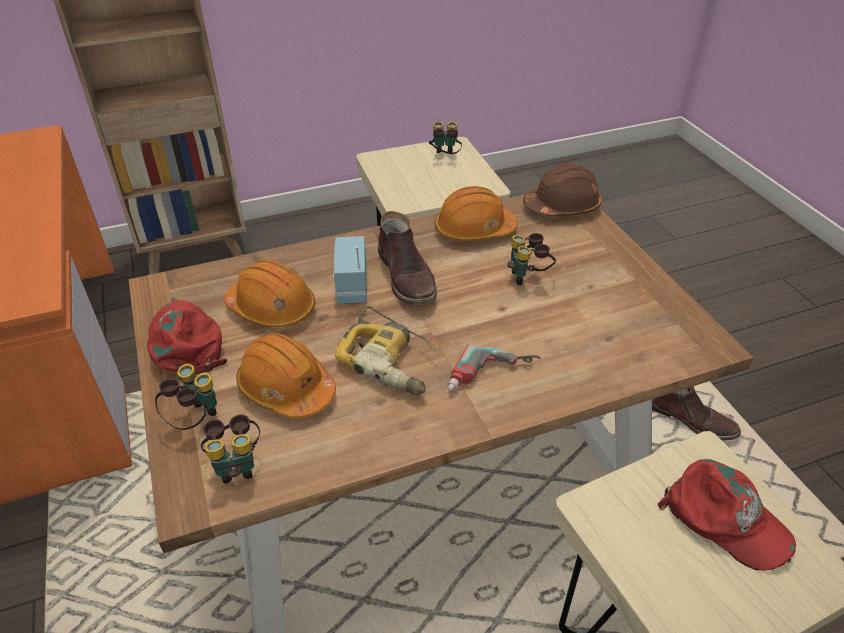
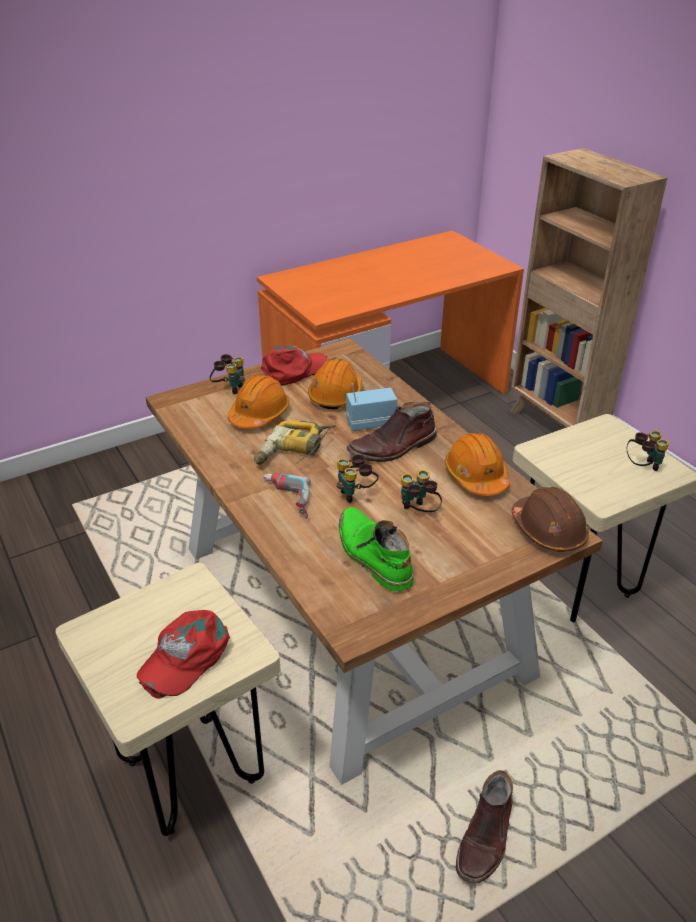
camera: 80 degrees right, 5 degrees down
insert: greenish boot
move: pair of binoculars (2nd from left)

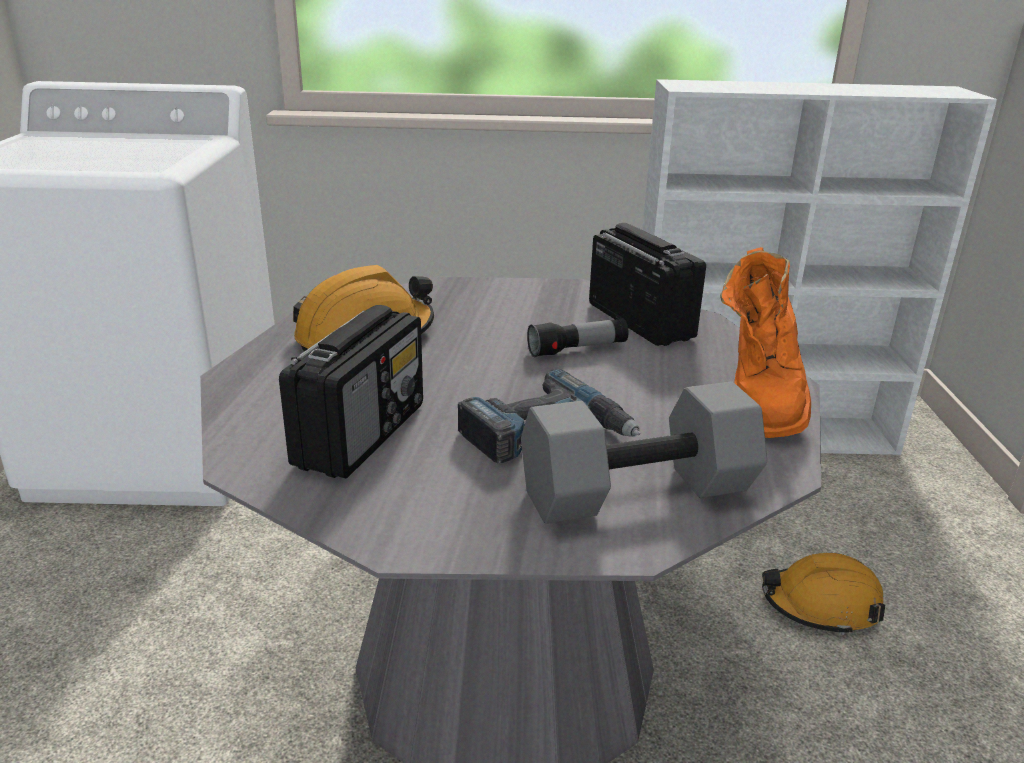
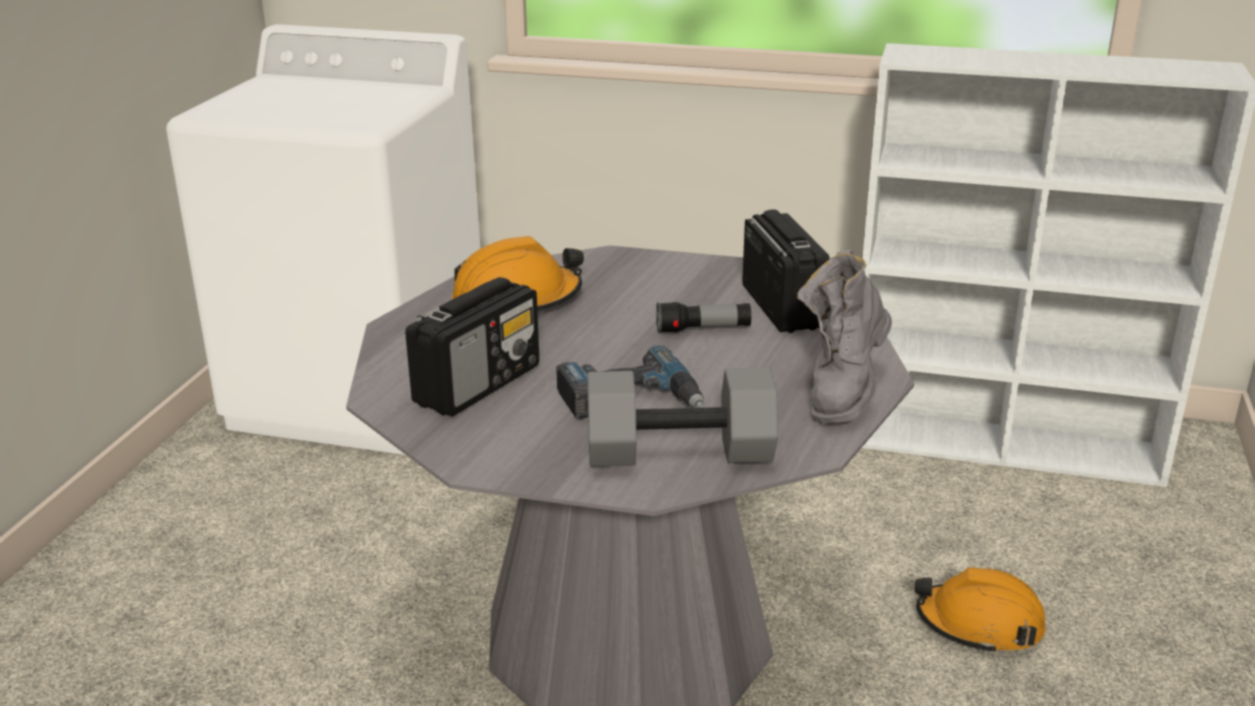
camera: 15 degrees right, 0 degrees up
recolor: orangey boot to greyish boot

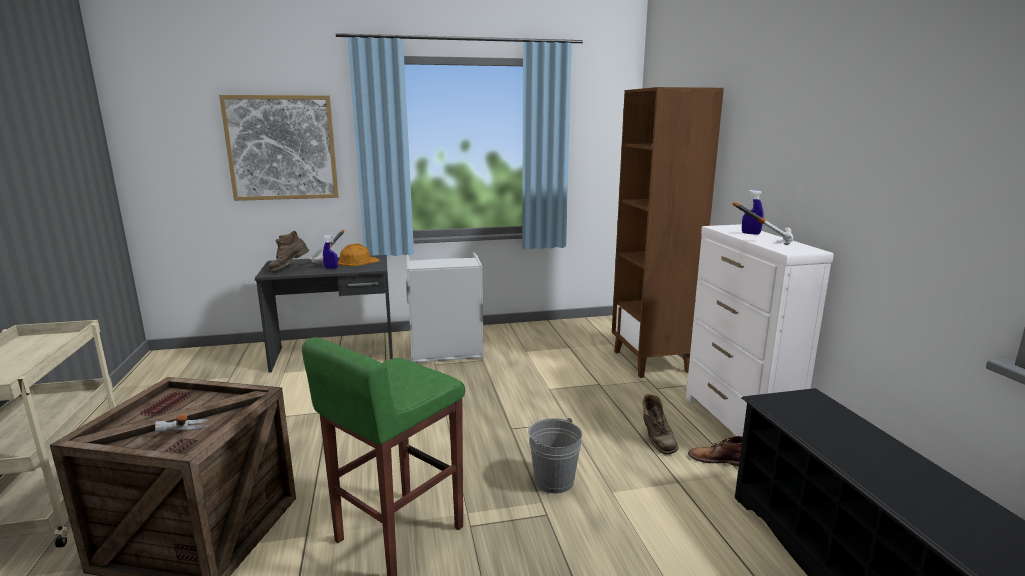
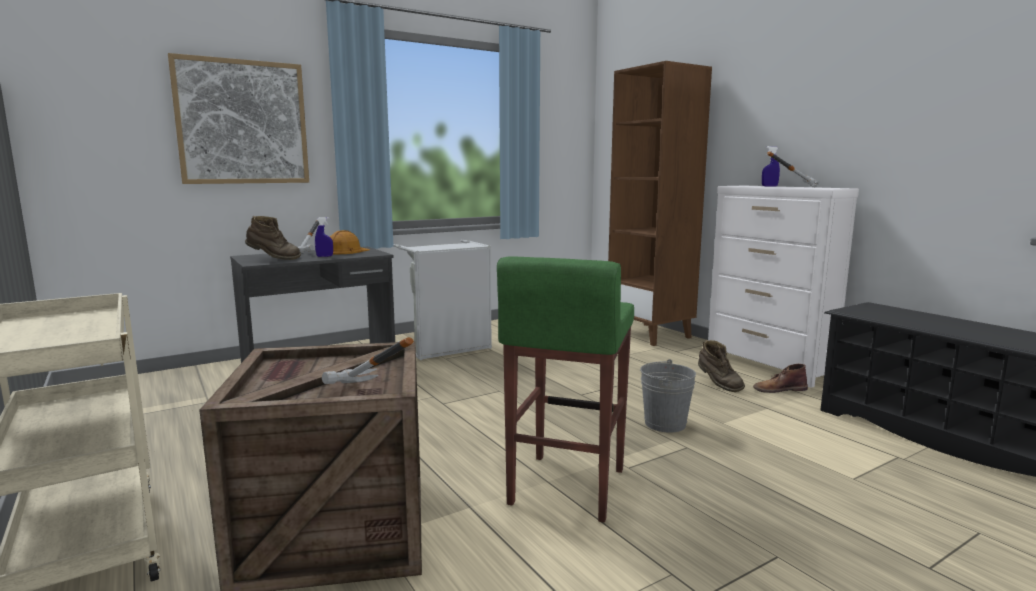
camera: 20 degrees left, 5 degrees down
rotate: brown-coloured boot (1st from left) 120 degrees counterclockwise

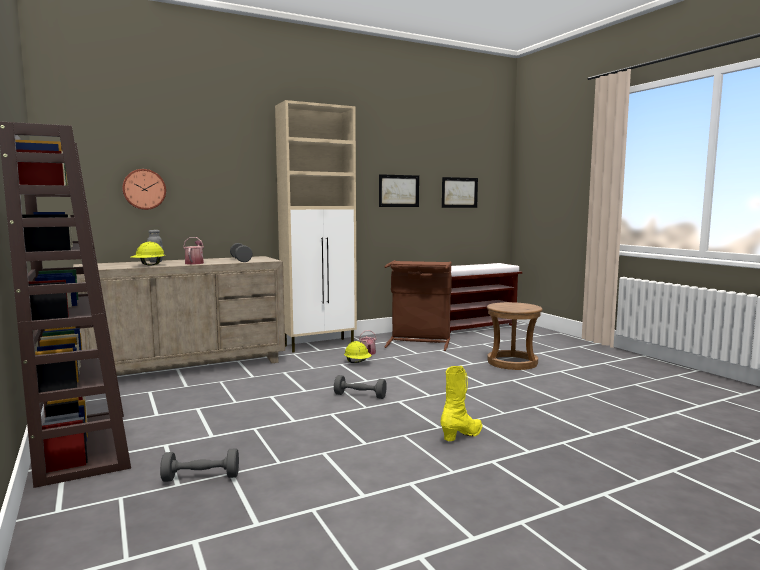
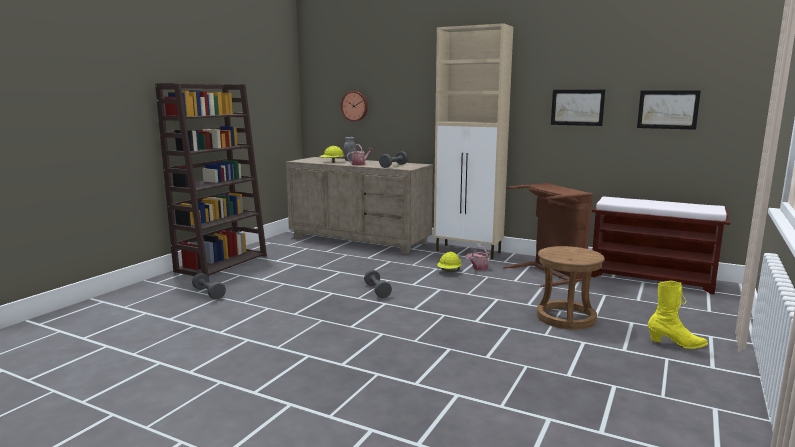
camera: 55 degrees right, 5 degrees up
move: yellow-coloured boot

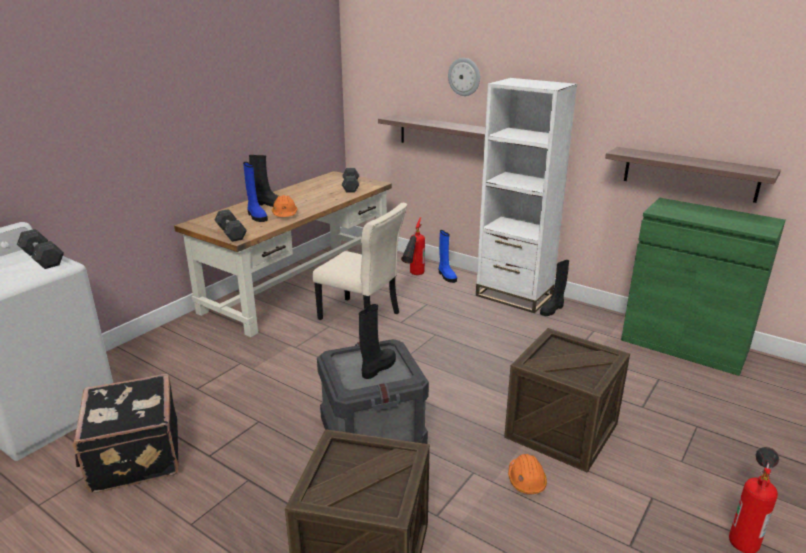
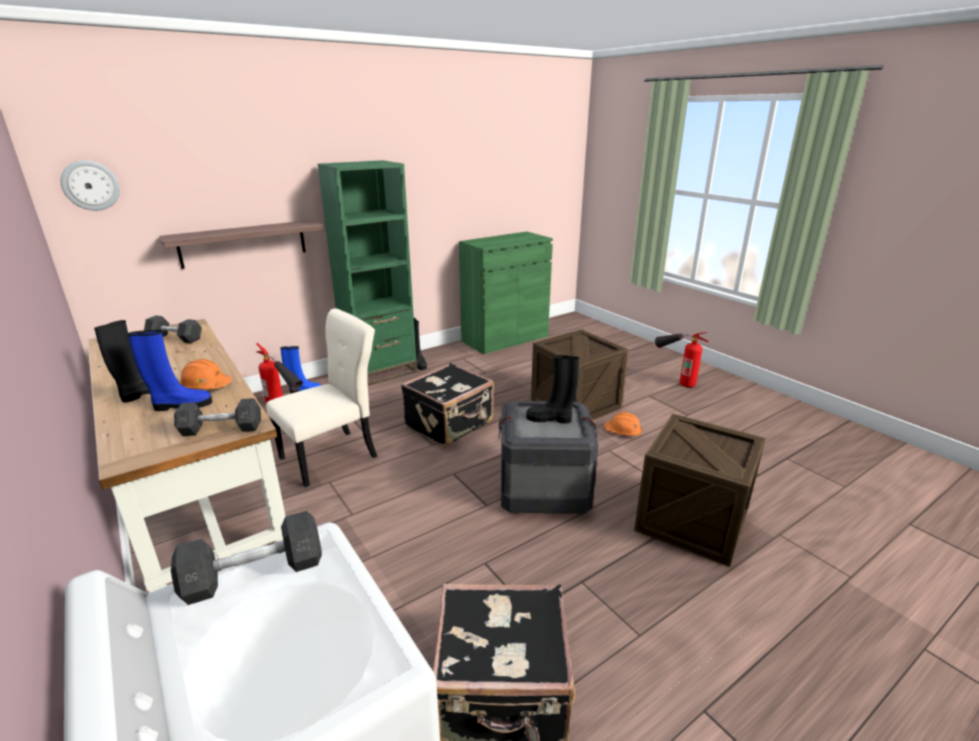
camera: 70 degrees left, 0 degrees up
delete: wall shelf (2nd from left)
insert: black-coloured piece of luggage (1st from left)
move: wall clock
recolor: white shelving unit to greenish shelving unit
rotate: black-coloured boot (2nd from left in the first image) 45 degrees counterclockwise

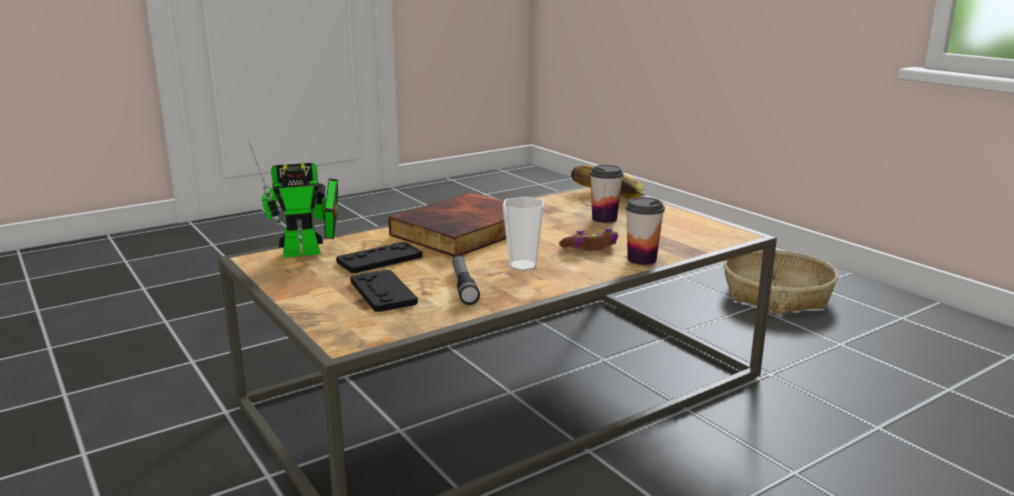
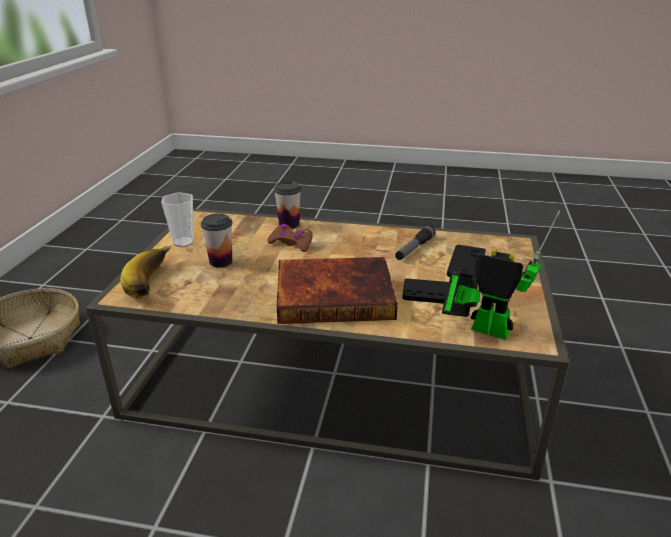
camera: 135 degrees left, 10 degrees up
move: small cup (1st from left)

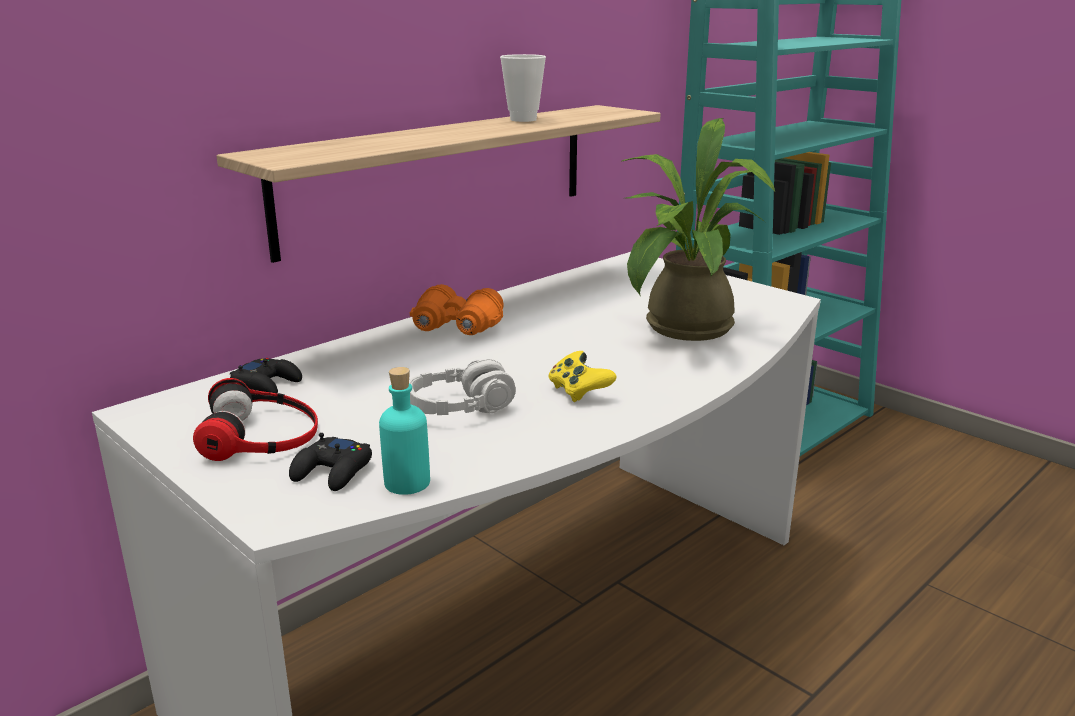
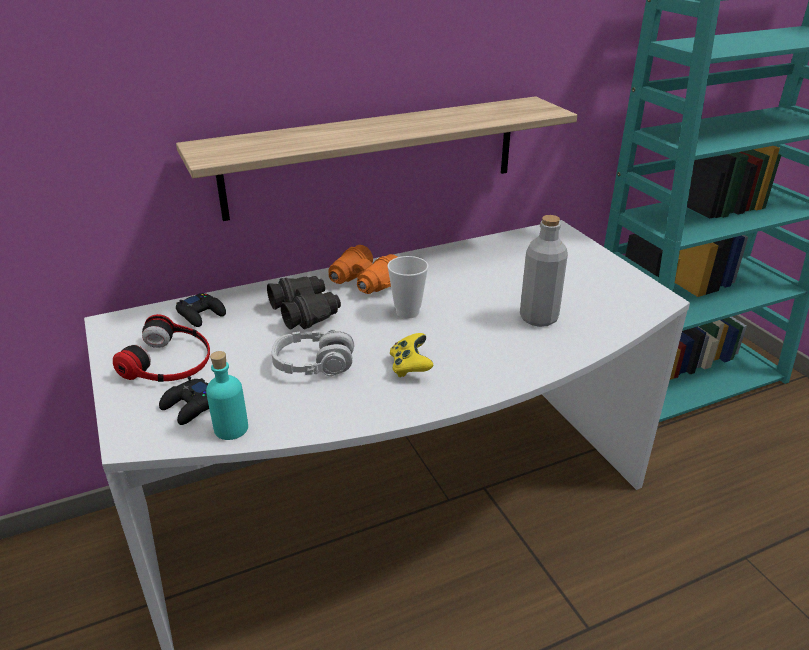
camera: 20 degrees right, 10 degrees up
insert: black-coloured pair of binoculars
move: small cup
replace: plant in a pot to greyish beverage bottle

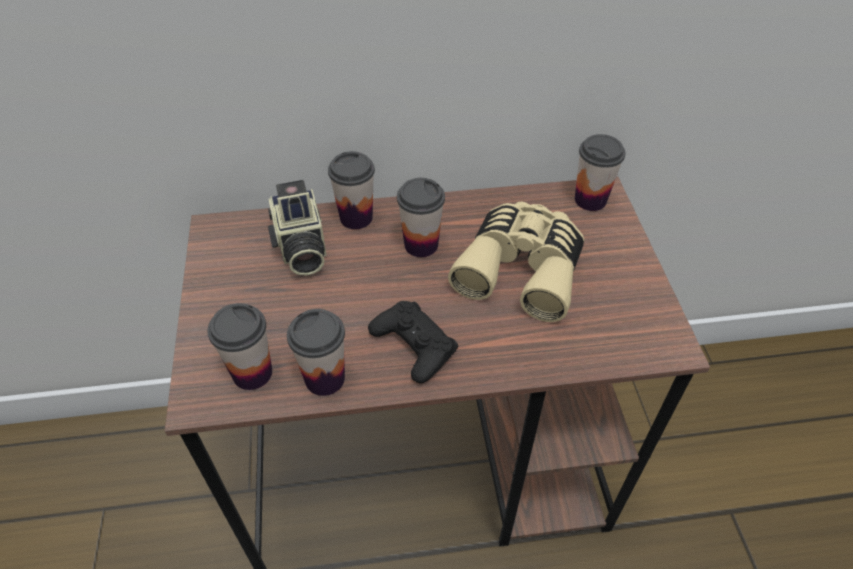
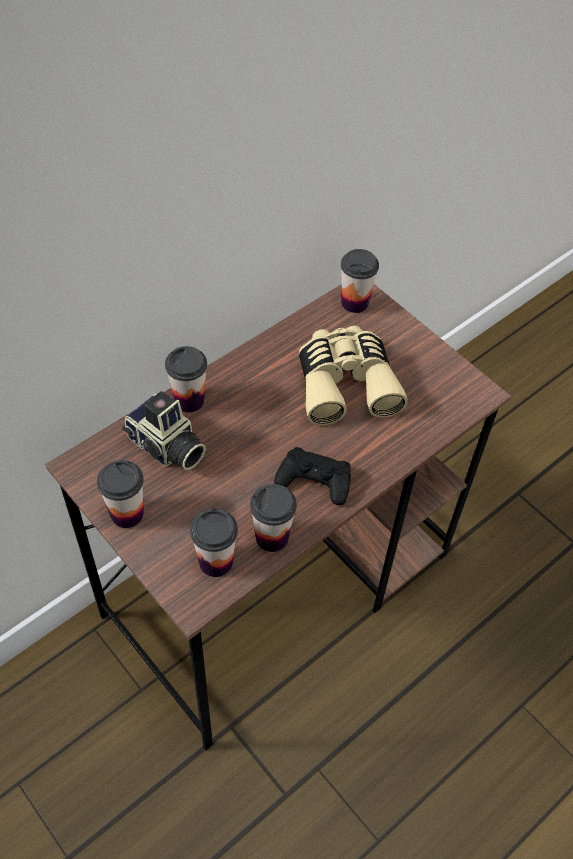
camera: 35 degrees left, 5 degrees up
move: small cup (4th from left in the first image) to small cup (1st from left)

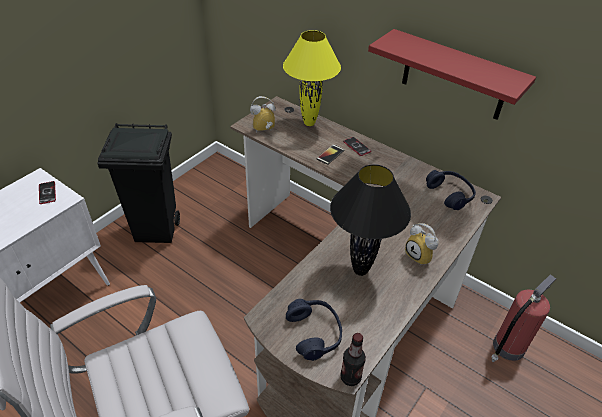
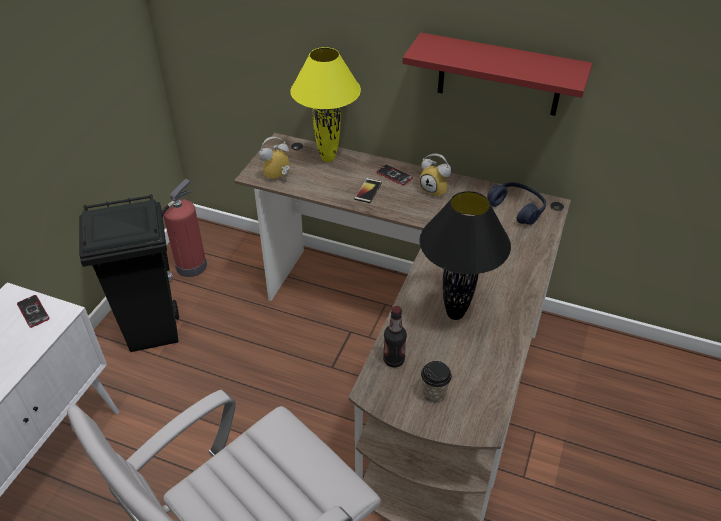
camera: 15 degrees left, 0 degrees up
move: beverage bottle; bedside clock (2nd from left); fire extinguisher
replace: blue-coloured pair of headphones (1st from left) to small cup

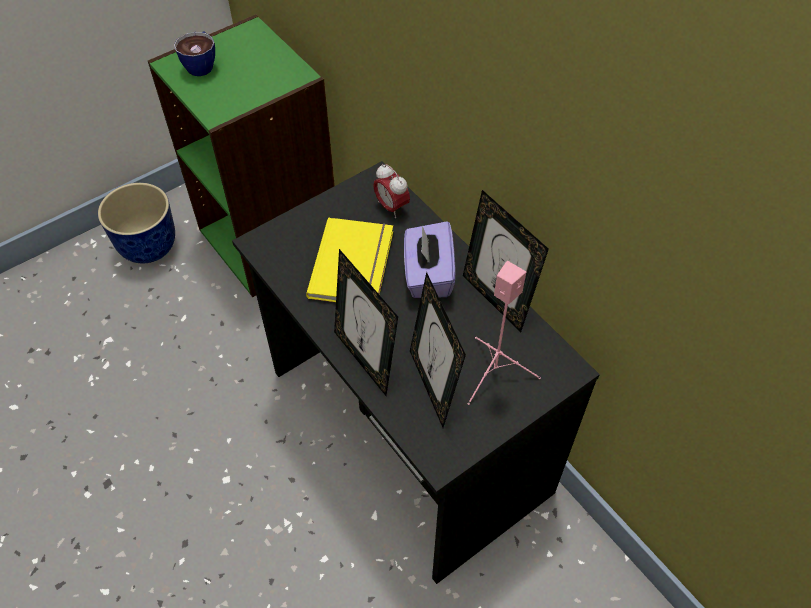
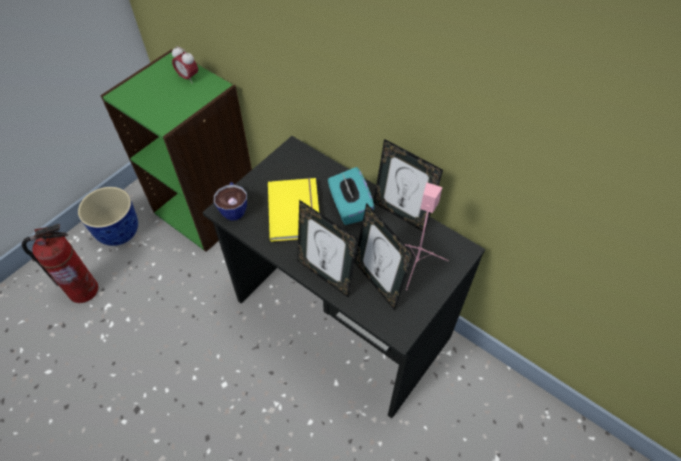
camera: 15 degrees left, 0 degrees up
insert: fire extinguisher
move: small cup; bedside clock
recolor: purple tissue holder to turquoise-coloured tissue holder

